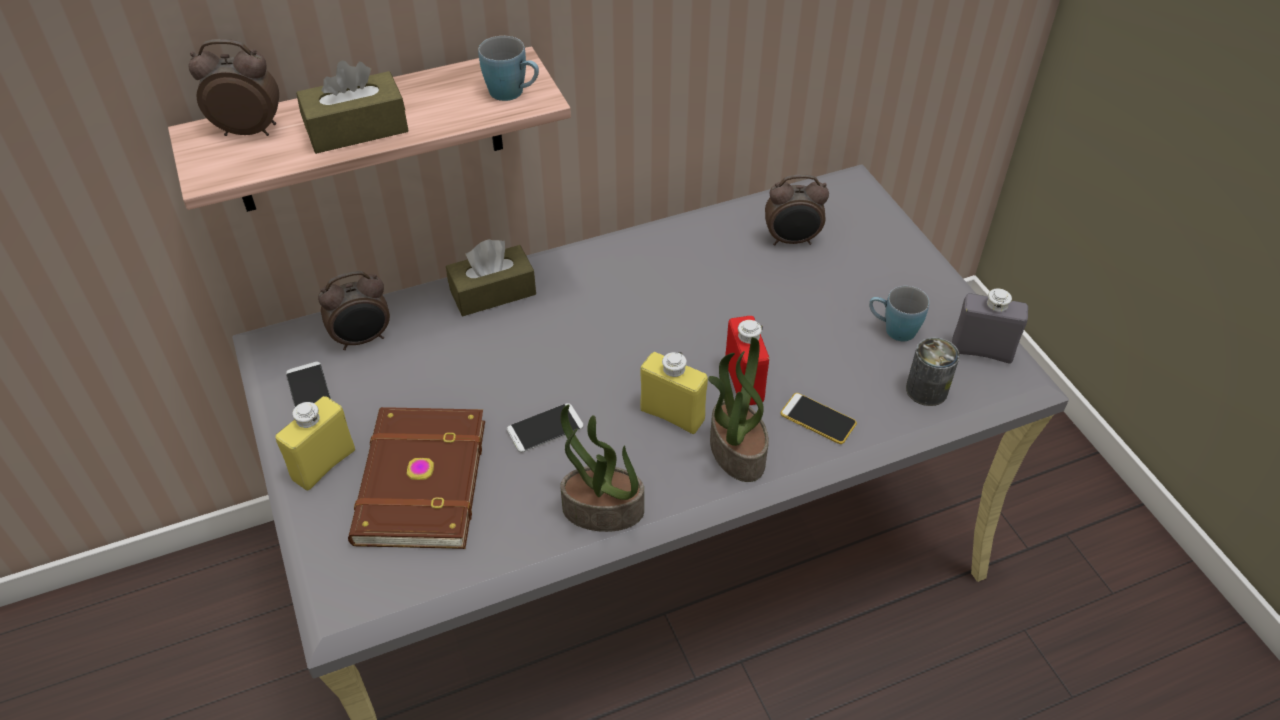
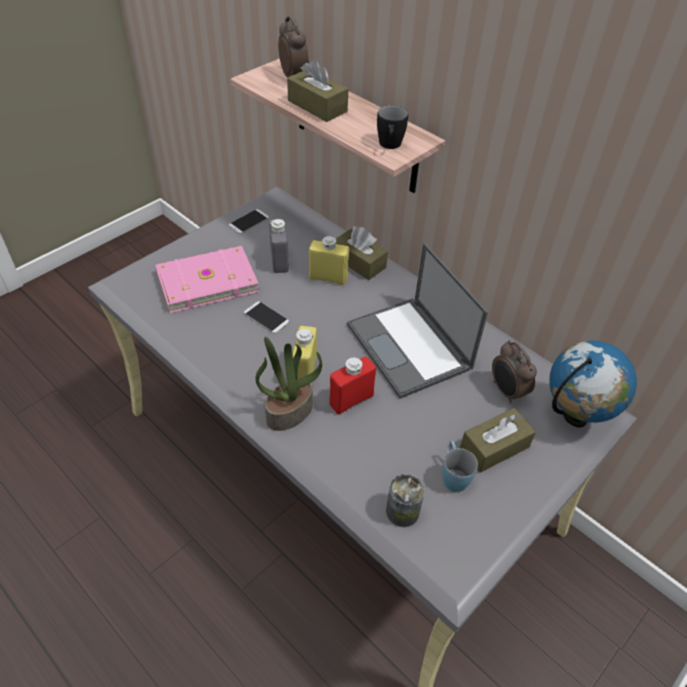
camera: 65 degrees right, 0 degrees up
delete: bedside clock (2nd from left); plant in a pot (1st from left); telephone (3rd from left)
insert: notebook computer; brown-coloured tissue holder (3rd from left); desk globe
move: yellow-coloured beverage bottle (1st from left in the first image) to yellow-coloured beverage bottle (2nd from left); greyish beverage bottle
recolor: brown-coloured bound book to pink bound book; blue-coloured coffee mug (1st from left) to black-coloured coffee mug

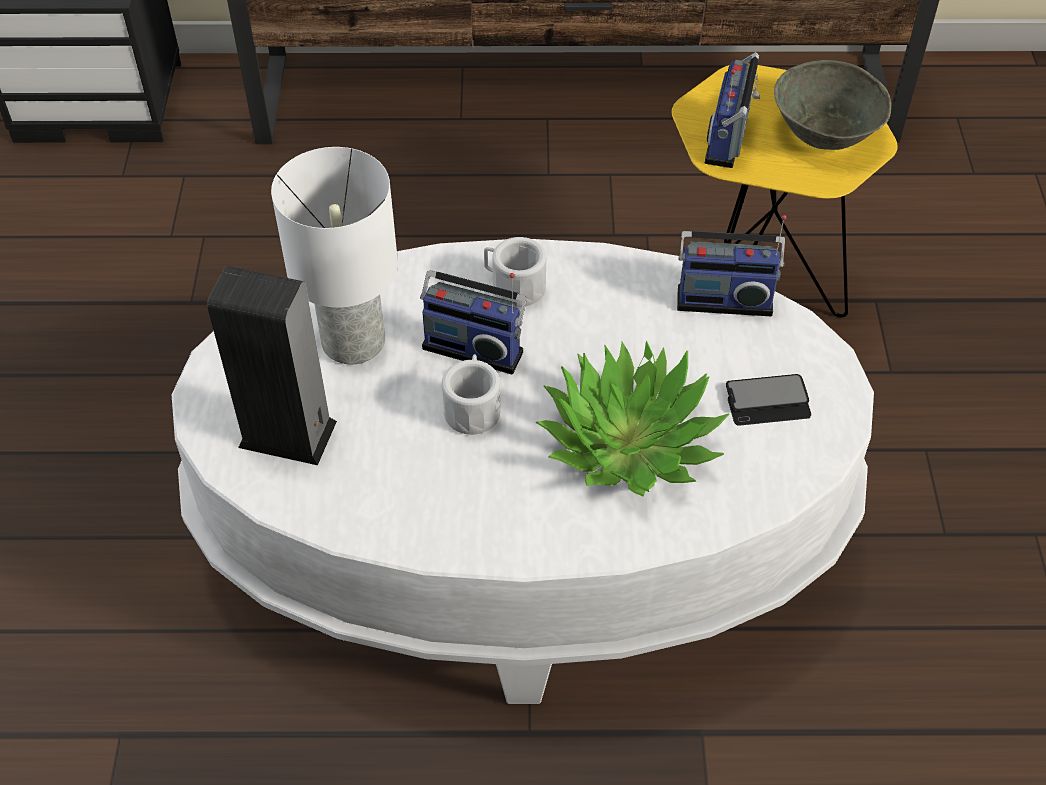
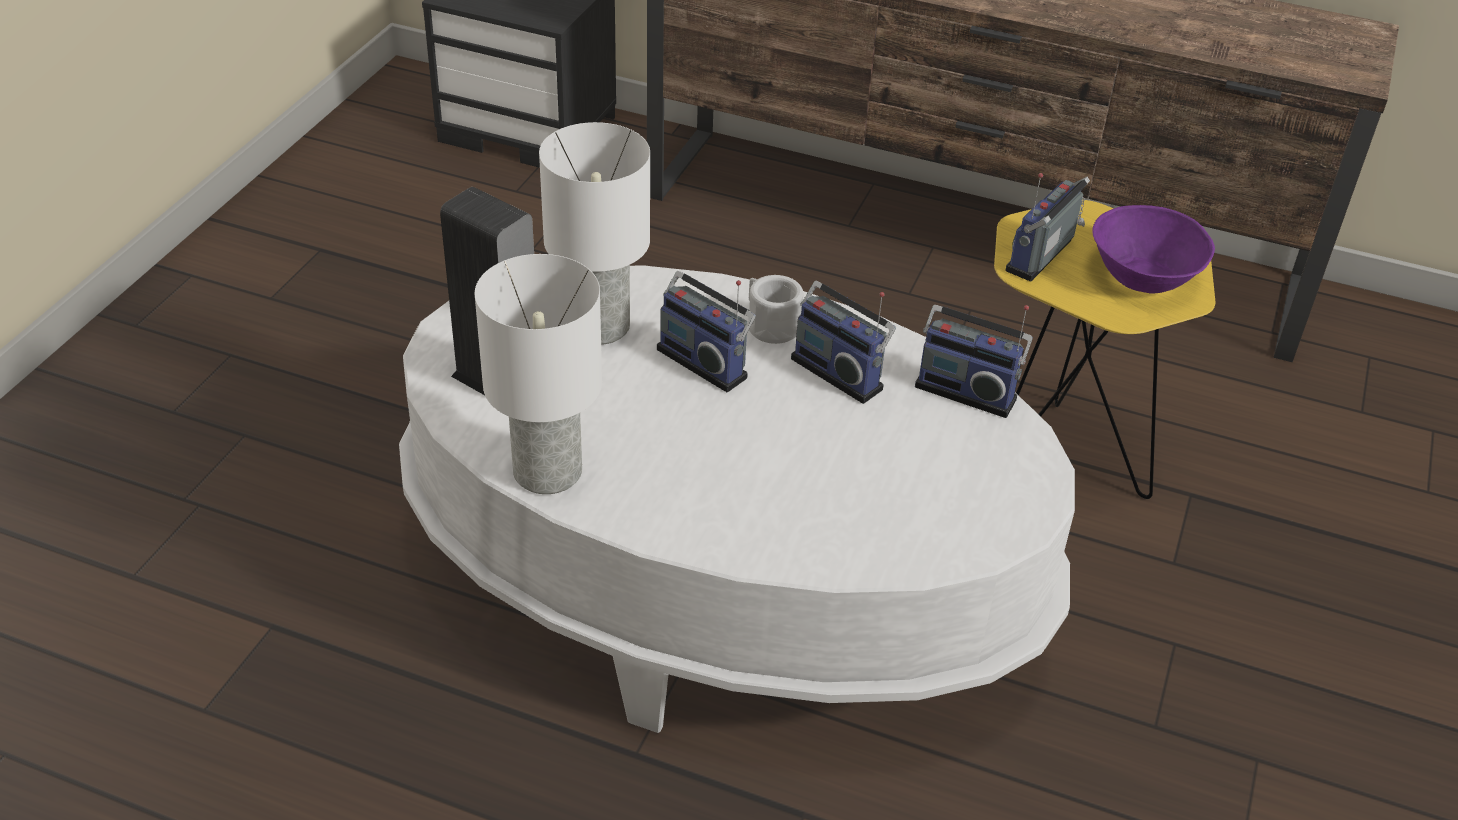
camera: 20 degrees right, 10 degrees down
delete: white coffee mug (1st from left); plant in a pot; telephone
insert: white lamp for a table (1st from left); radio (2nd from left)
recolor: greyish serving bowl to purple serving bowl

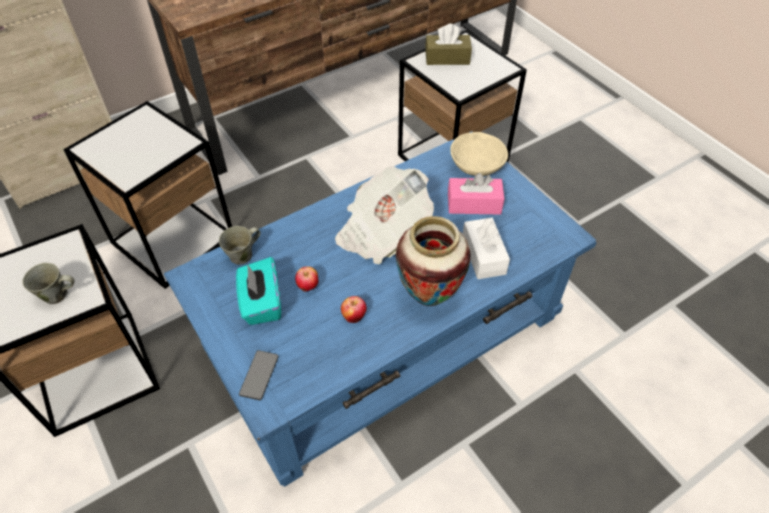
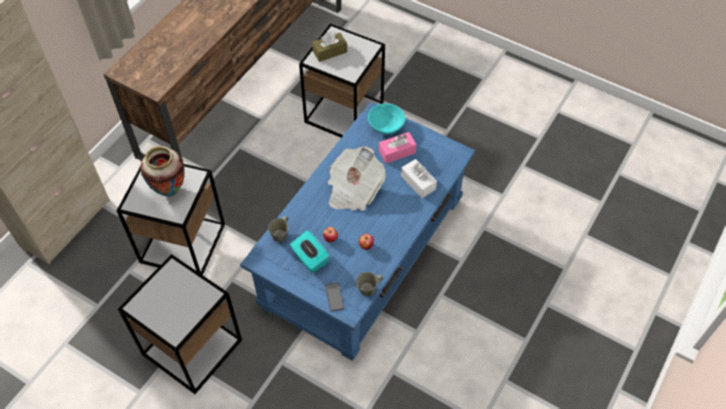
camera: 25 degrees left, 5 degrees up
move: greyish coffee mug (1st from left in the first image) to greyish coffee mug (2nd from left); decorative vase
recolor: beige serving bowl to turquoise-coloured serving bowl

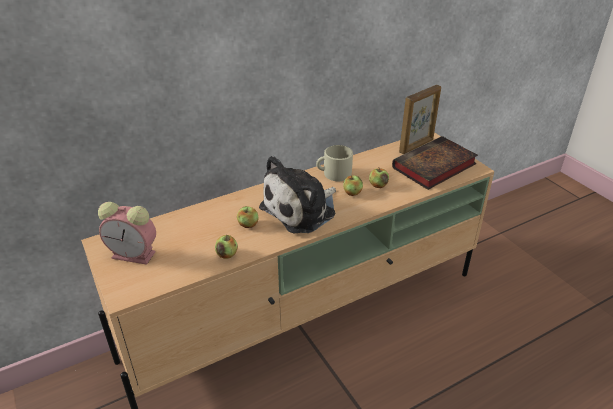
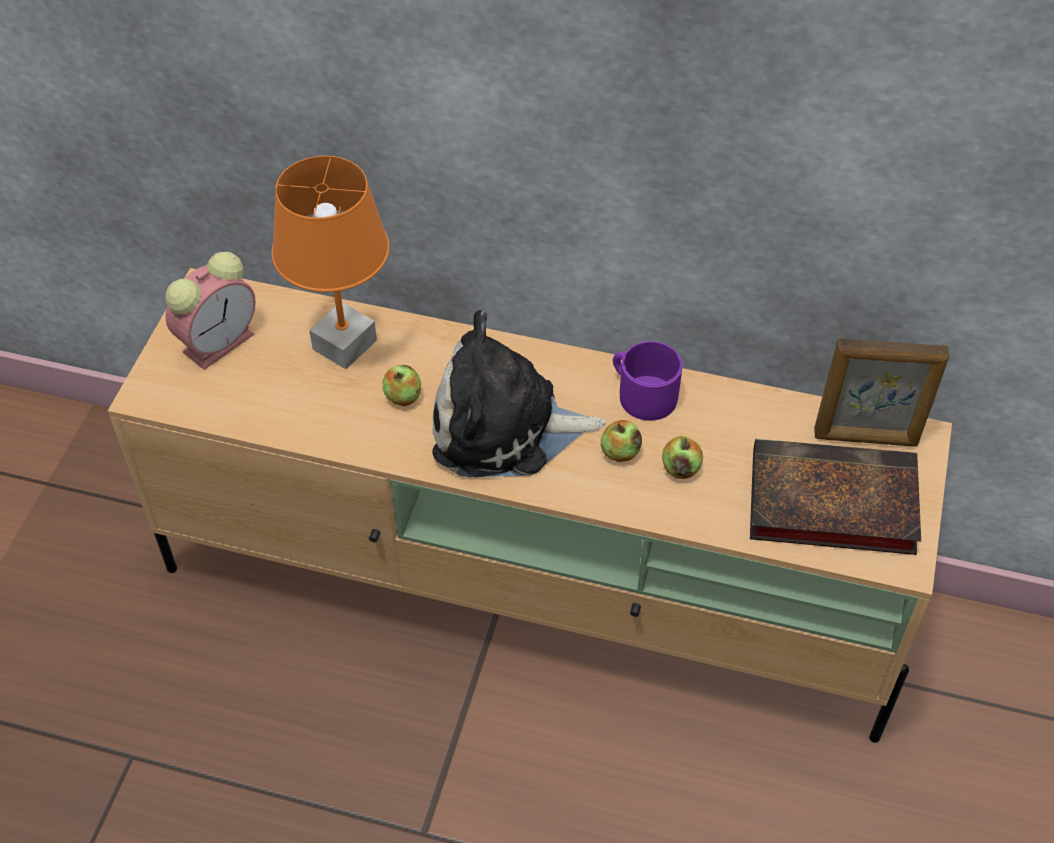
camera: 45 degrees right, 15 degrees up
delete: apple fruit (1st from left)
insert: orangey lamp for a table
recolor: beige coffee mug to purple coffee mug
rotate: bedside clock 105 degrees counterclockwise

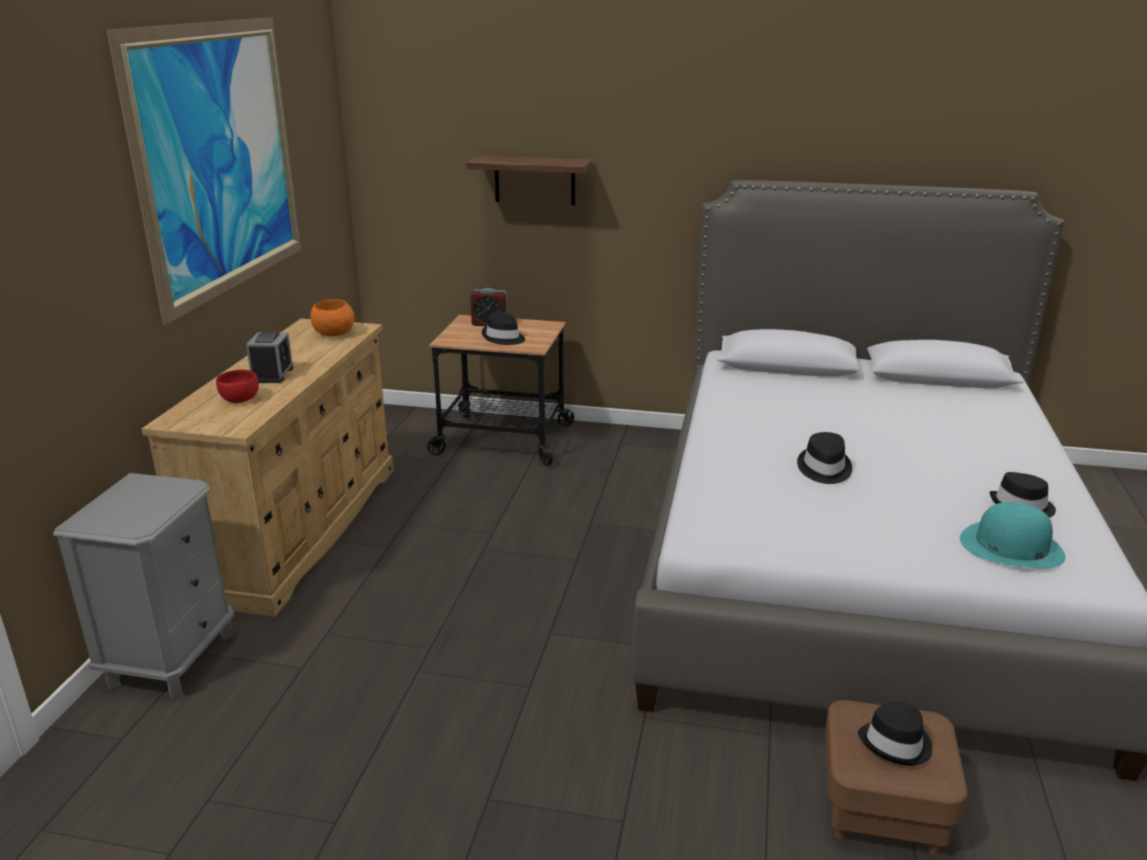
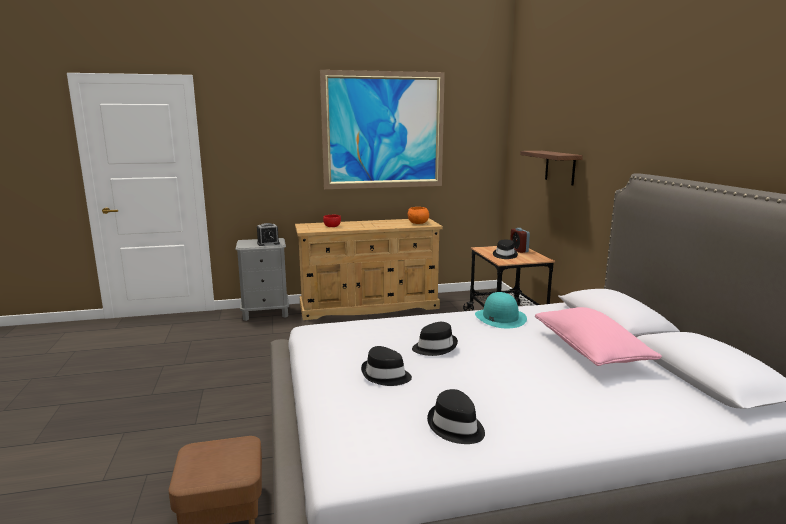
camera: 65 degrees right, 10 degrees down
insert: pink throw pillow
move: bedside clock (1st from left); black-coloured wearable hat (3rd from left in the first image) to black-coloured wearable hat (1st from left); turquoise-coloured wearable hat

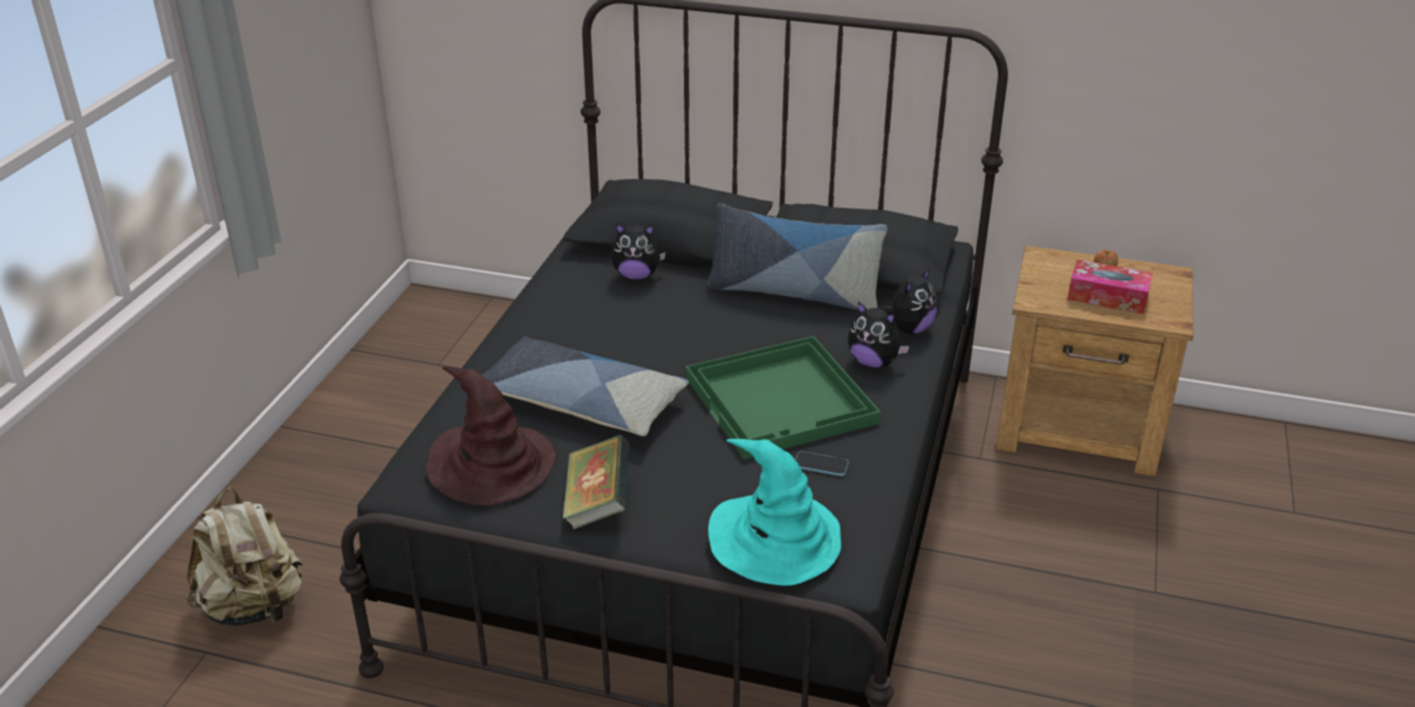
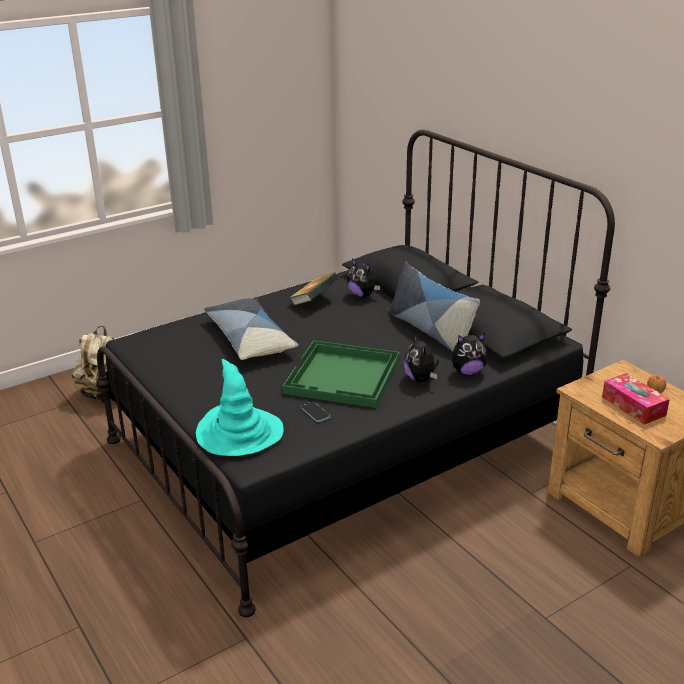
camera: 40 degrees right, 5 degrees down
delete: brown-coloured wearable hat
move: bound book

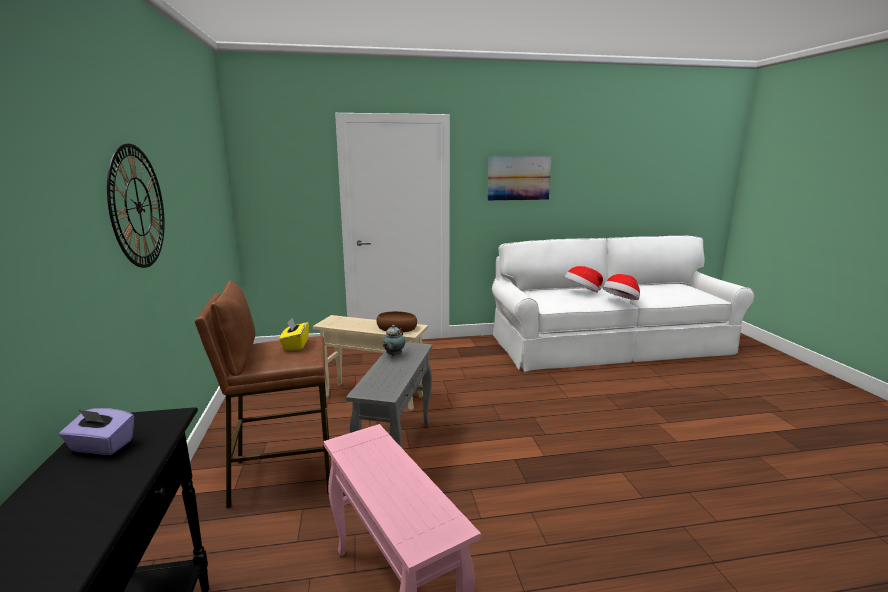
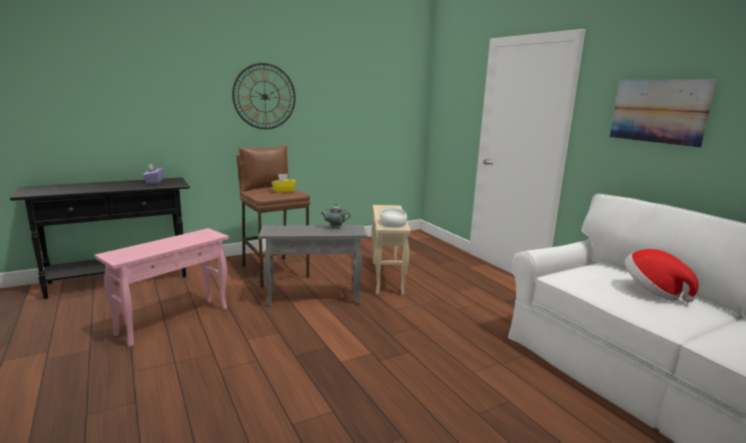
camera: 70 degrees right, 0 degrees up
delete: wearable hat (2nd from left)
recolor: brown-coloured serving bowl to white serving bowl

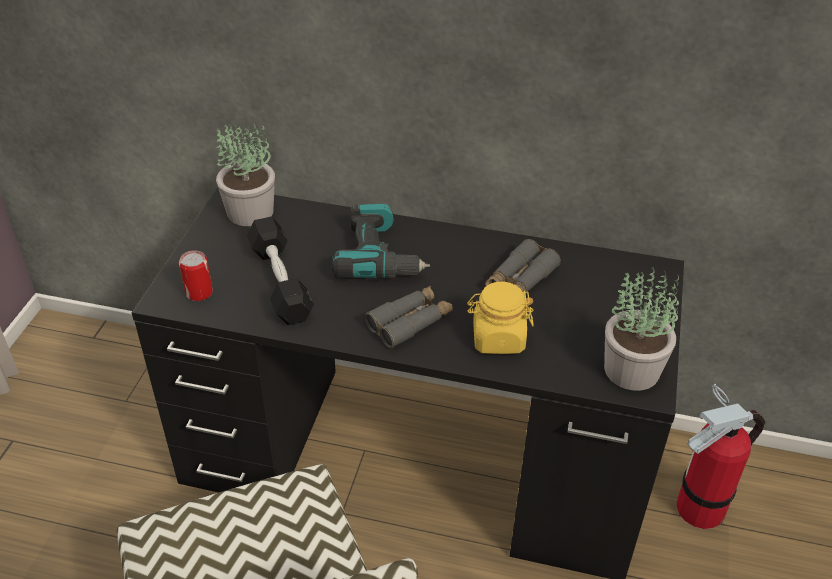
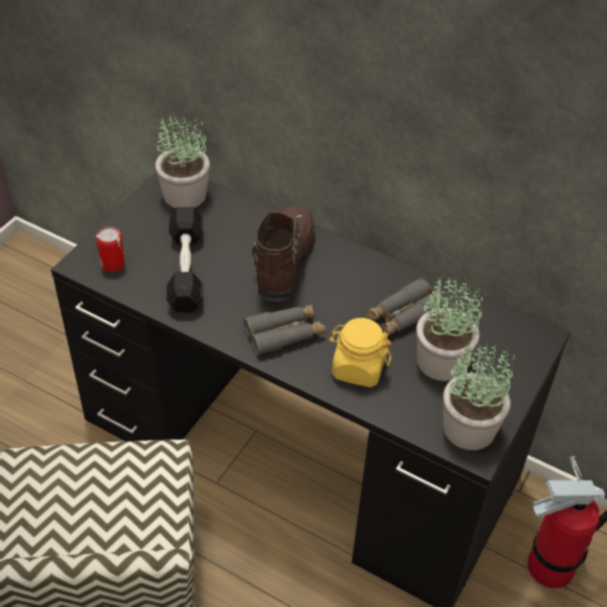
camera: 15 degrees right, 5 degrees up
insert: plant in a pot (2nd from left)
replace: power drill to brown-coloured boot

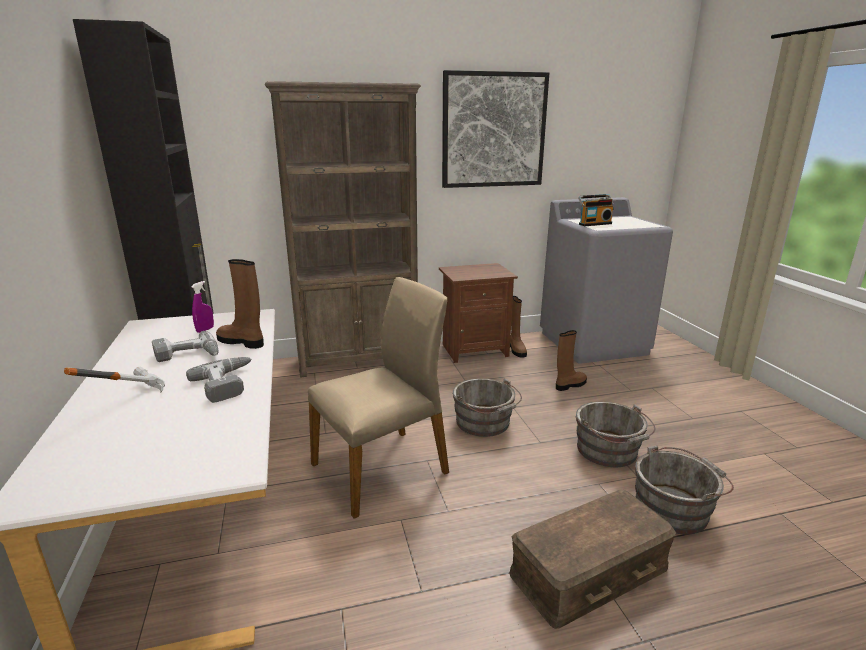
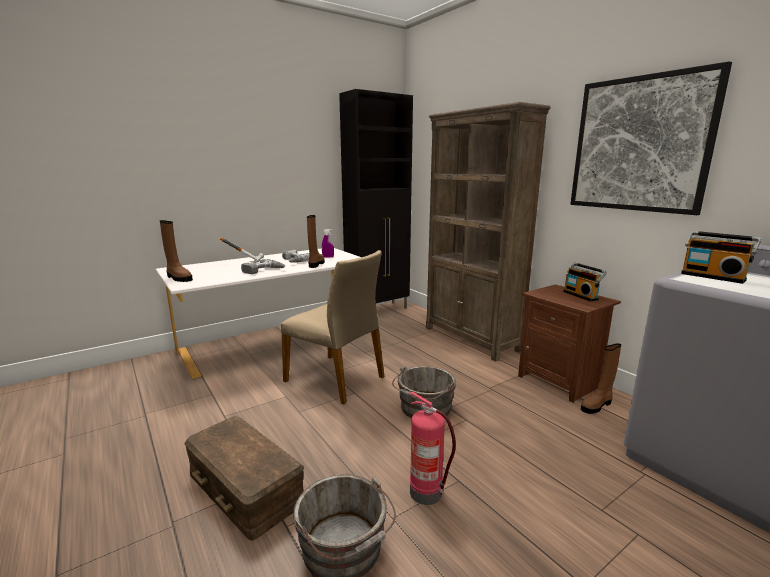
camera: 70 degrees right, 5 degrees down
insert: radio (1st from left)
move: brown-coloured boot (3rd from left in the first image) to brown-coloured boot (1st from left)
replace: greyish bucket (2nd from left) to fire extinguisher

